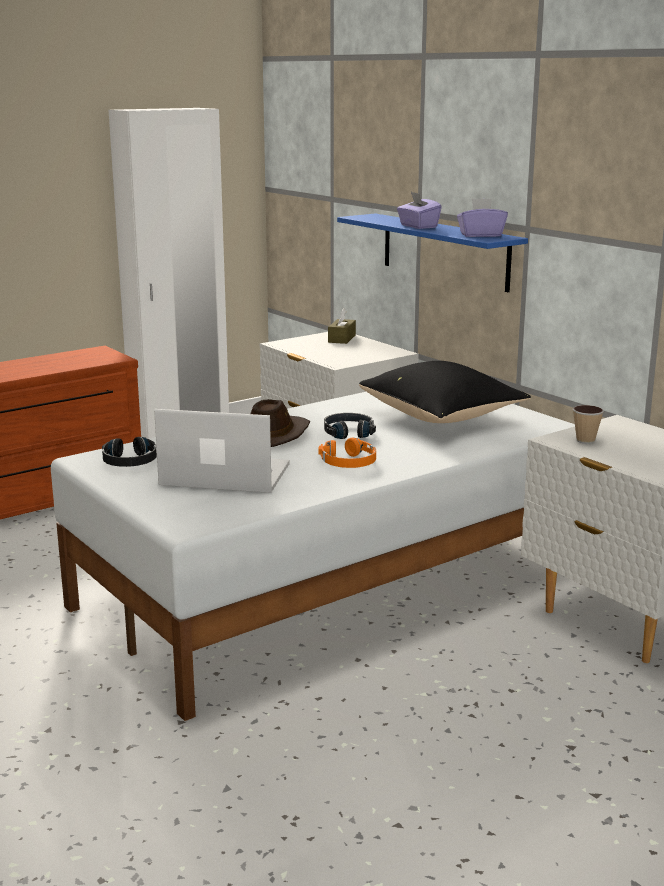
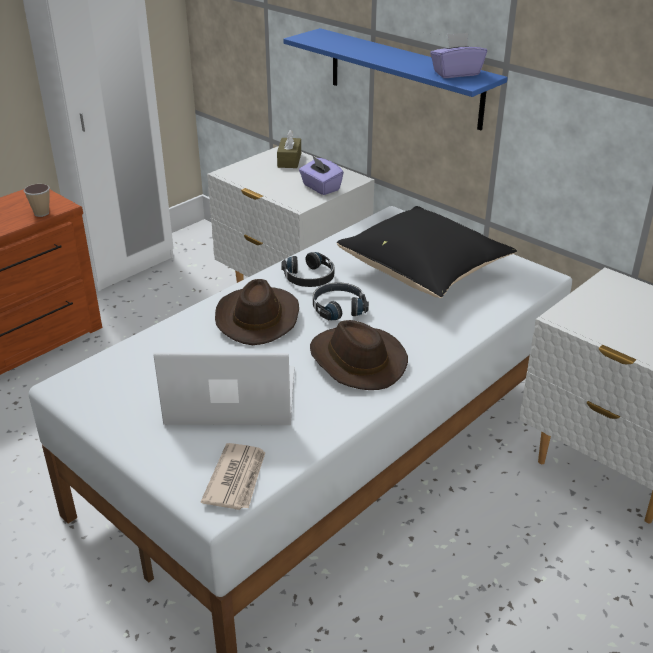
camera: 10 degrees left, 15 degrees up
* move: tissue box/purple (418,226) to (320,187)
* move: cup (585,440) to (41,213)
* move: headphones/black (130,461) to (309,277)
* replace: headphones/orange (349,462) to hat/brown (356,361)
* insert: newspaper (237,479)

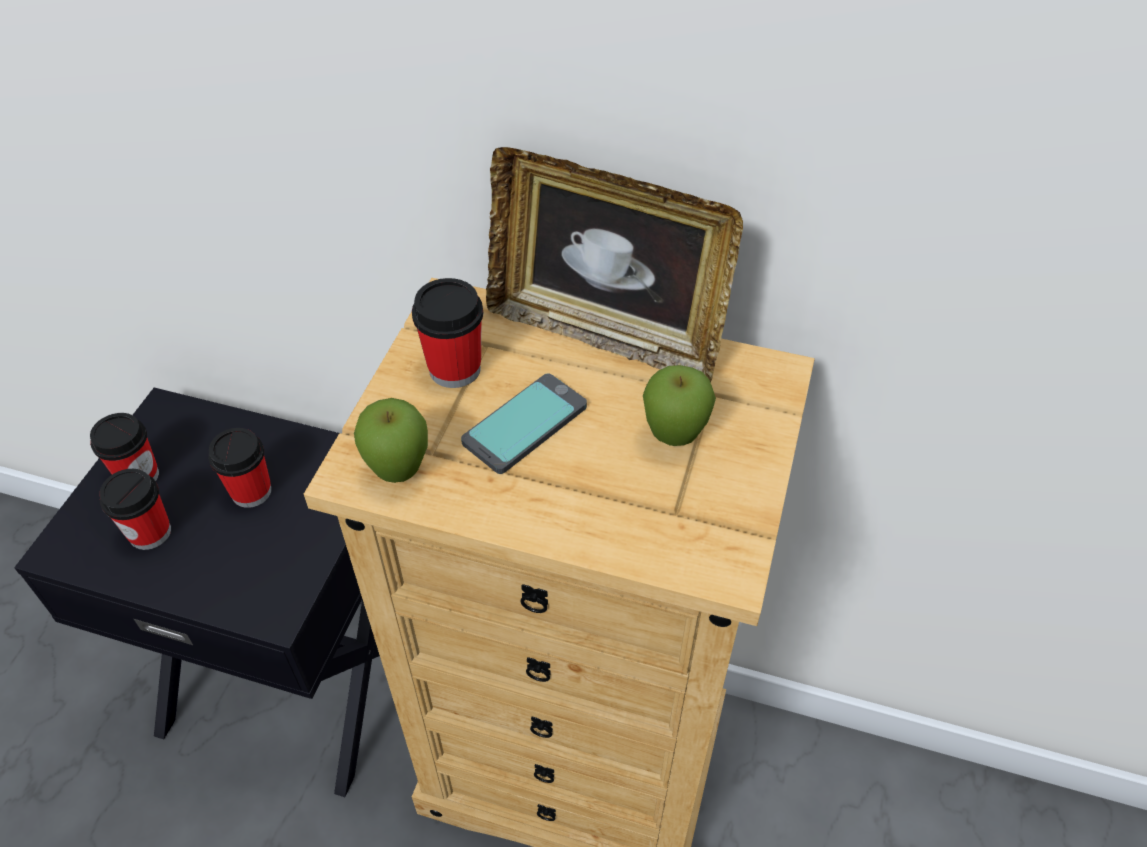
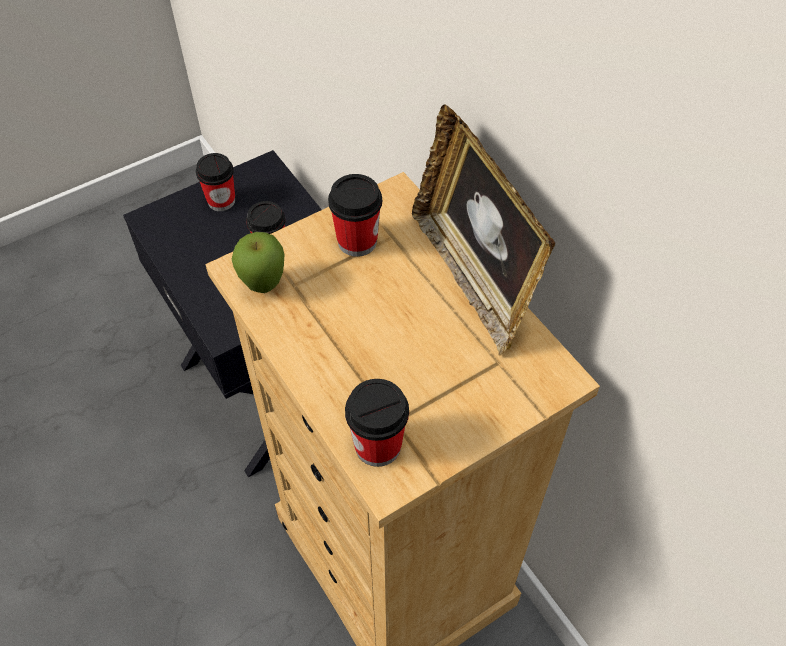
camera: 40 degrees right, 5 degrees up
* delete: apple (674,439)
* delete: phone (524,424)
* move: cup (150,532) to (378,445)

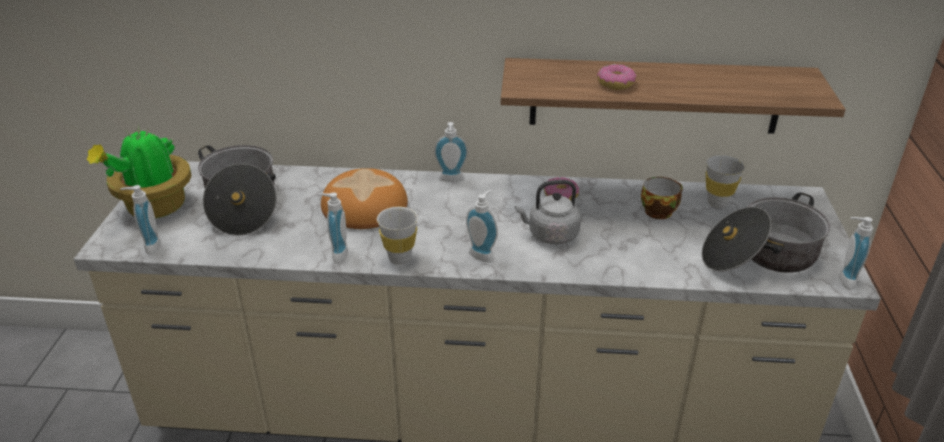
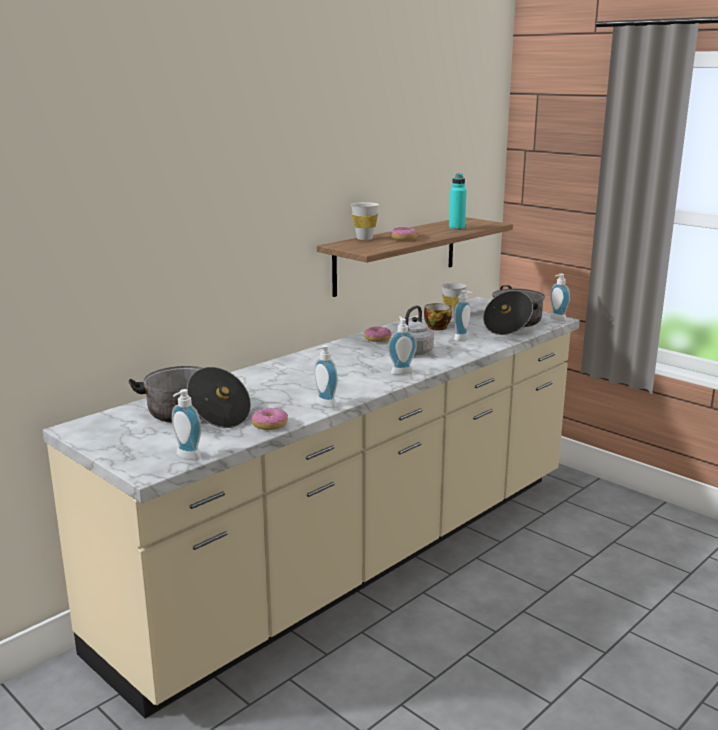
camera: 50 degrees left, 15 degrees down
* move: soap dispenser (451,180) to (463,339)
* delete: potted plant (154,207)
* delete: bread (363,206)
* move: cup/white (399,258) to (364,239)
* insert: bottle/turquoise (456,228)
* insert: donut (270,425)

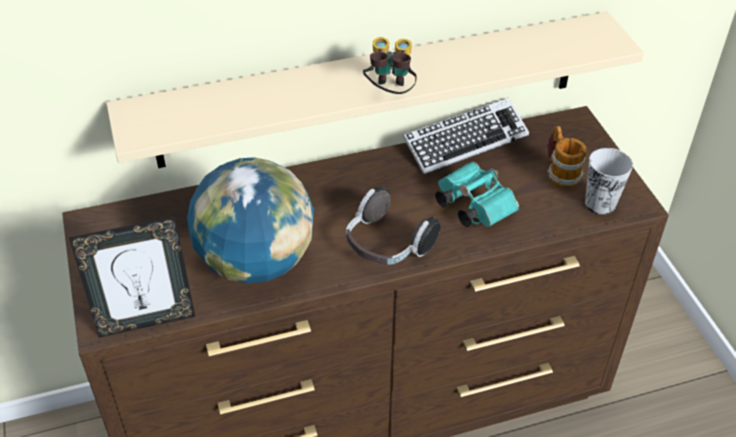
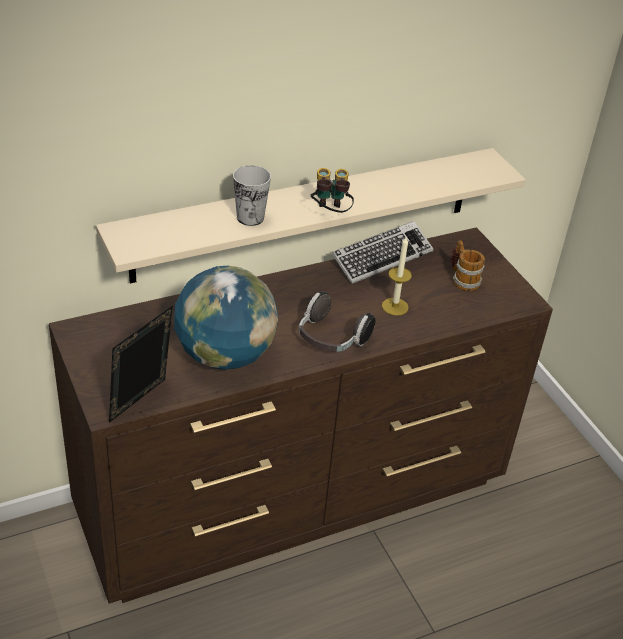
camera: 10 degrees left, 5 degrees down
* move: cup (600,204) to (250,218)
* replace: binoculars/turquoise (471,205) to candle (395,306)
* rotate: picture frame (146,320) = (142,403) 150 degrees clockwise

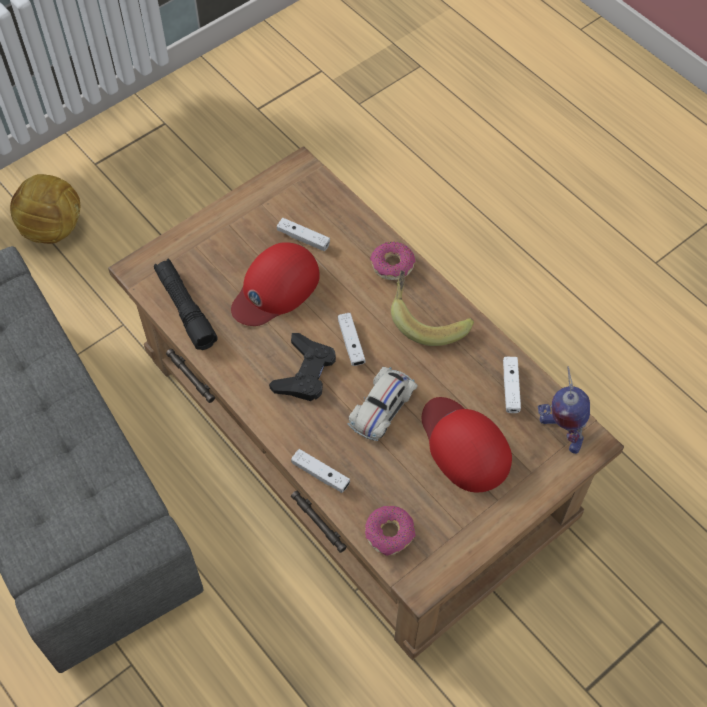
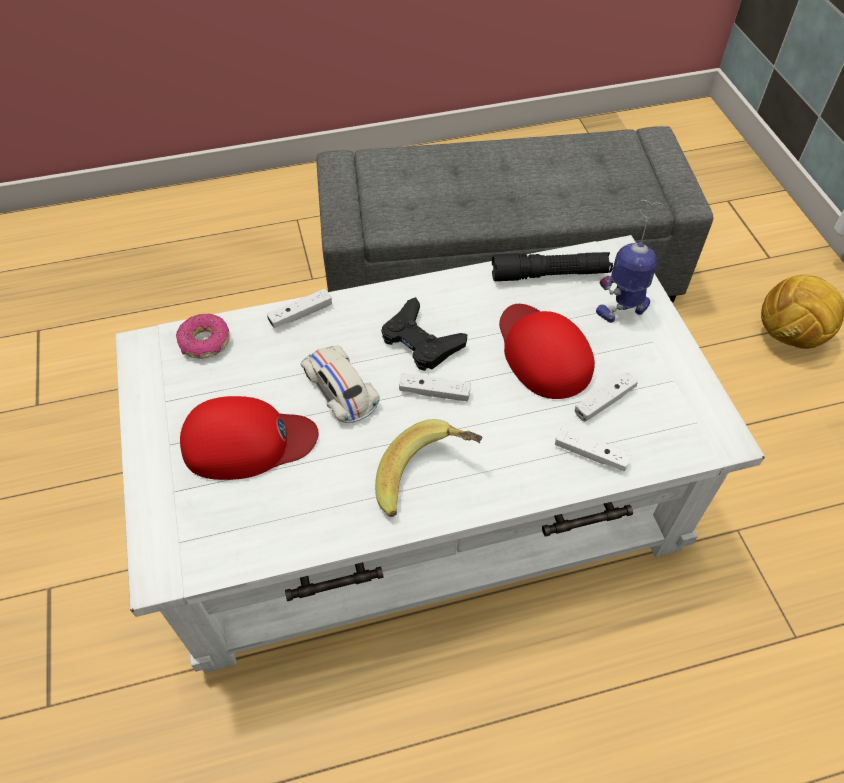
camera: 115 degrees right, 5 degrees down
* recolor: coffee table/brown (355,440) to coffee table/white (420,502)
* delete: donut (392,265)
* move: game controller/white (510,388) to (590,454)
* move: toy robot (560,432) to (624,309)

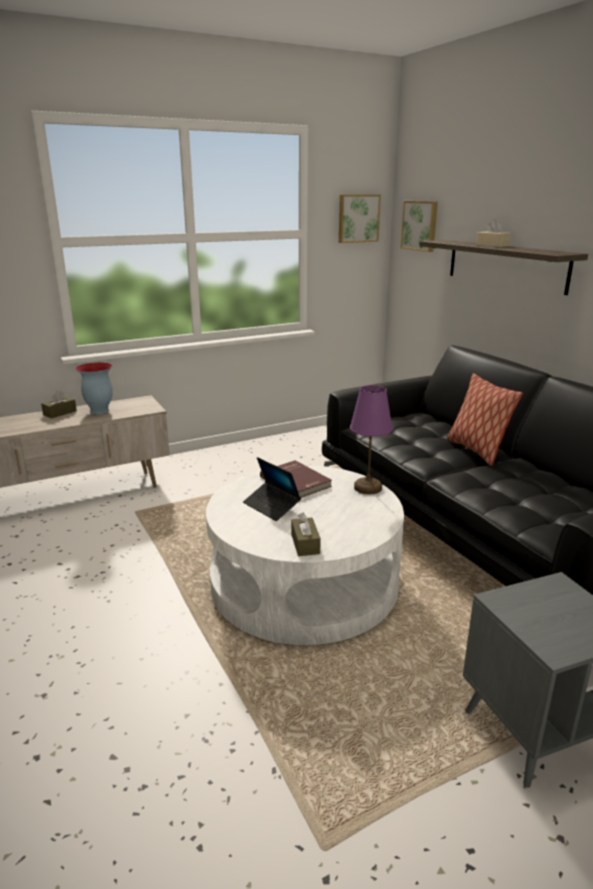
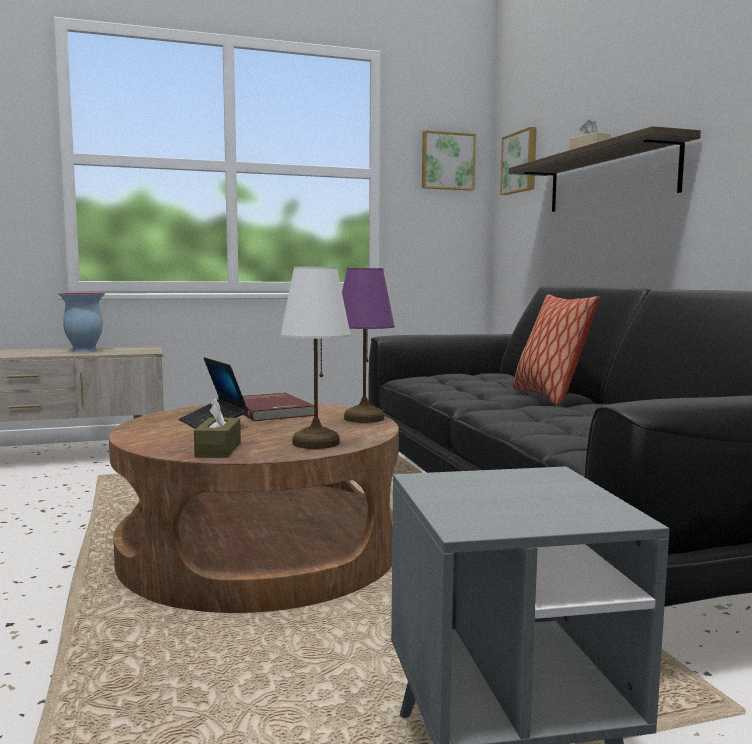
camera: 10 degrees right, 15 degrees down
* delete: tissue box/brown (60,413)
* recolor: coffee table/white (304,581) to coffee table/brown (260,550)
* insert: table lamp/white (316,443)

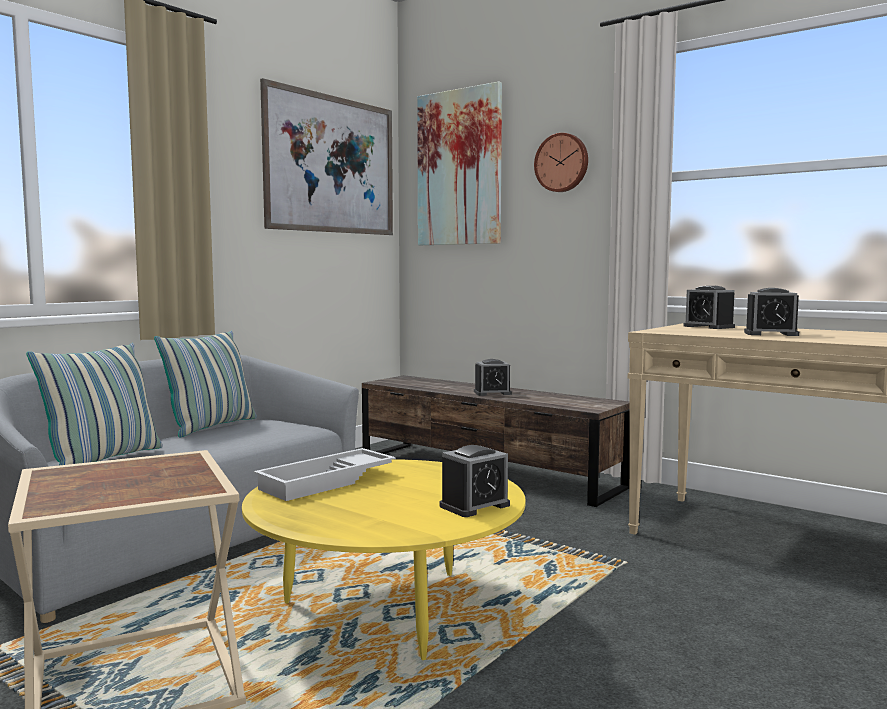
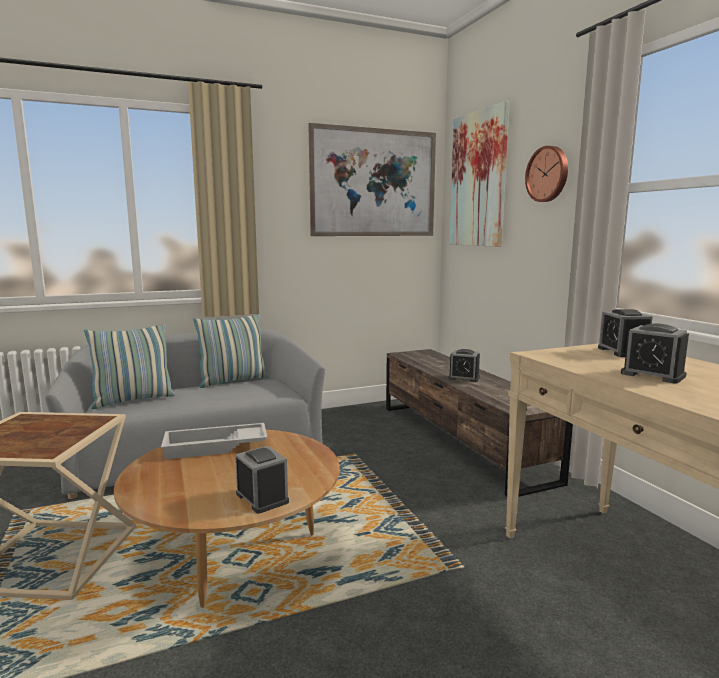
camera: 30 degrees right, 5 degrees up
* rotate: alarm clock (474,506) = (262,498) 120 degrees counterclockwise
* recolor: coffee table/yellow (386,610) to coffee table/brown (236,553)

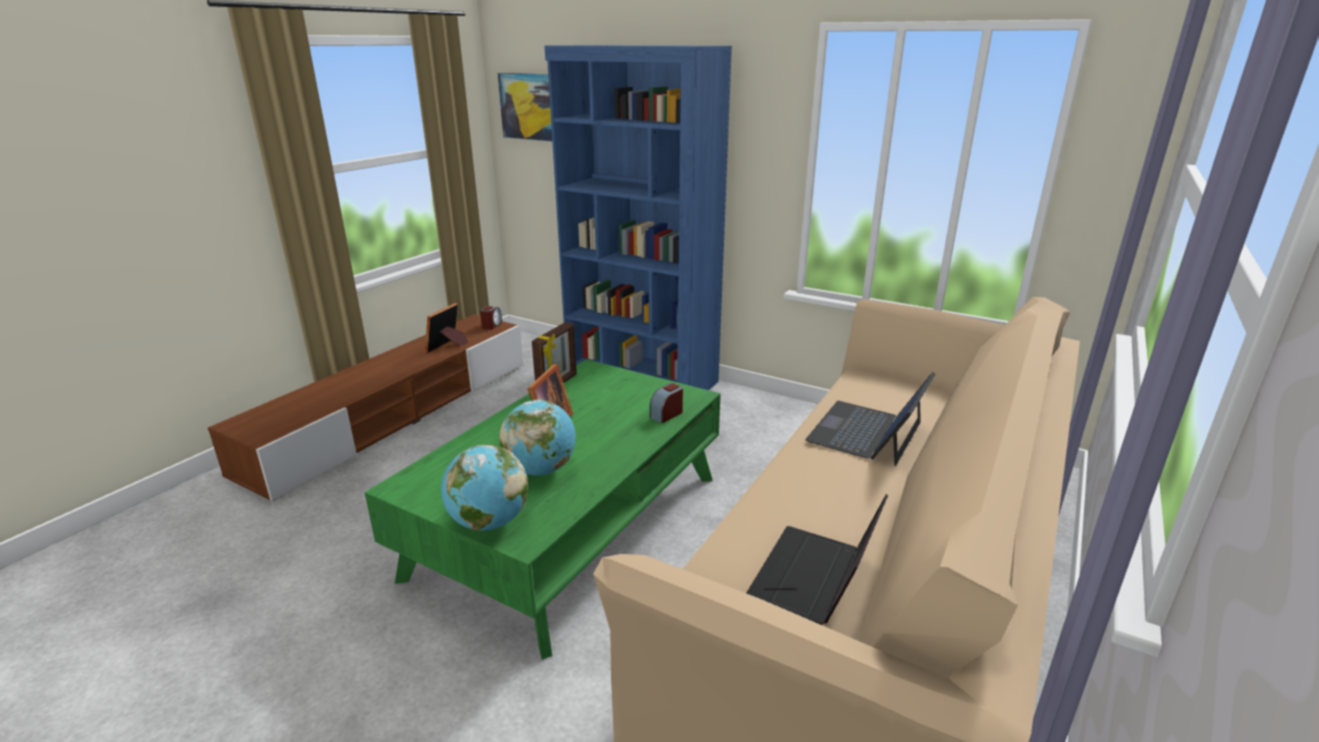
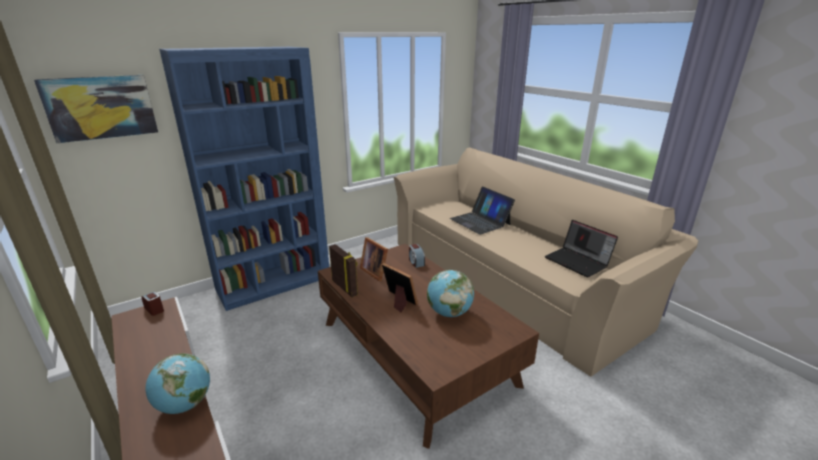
camera: 65 degrees left, 0 degrees up
* move: picture frame (448,346) to (375,271)
* recolor: coffee table/green (569,525) to coffee table/brown (415,352)
* move: globe (488,522) to (185,404)

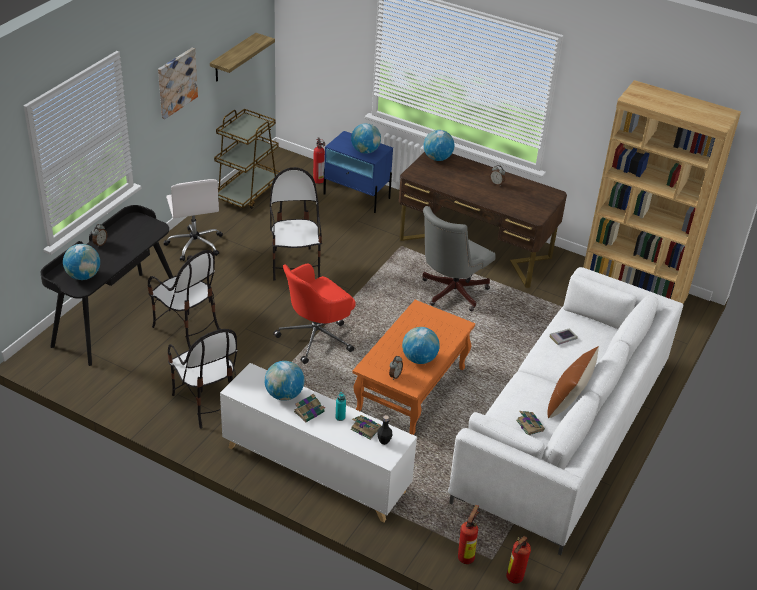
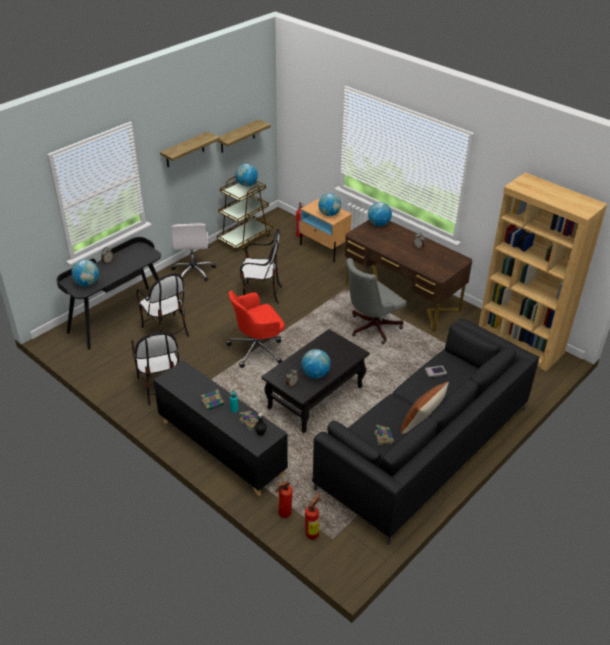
camera: 15 degrees right, 0 degrees up
* replace: picture (176,82) to shelf (185,150)
* recolor: nightstand/blue (357,196) to nightstand/beige (324,248)
* rotate: chair (295,265) = (260,294) 90 degrees clockwise
* recolor: sofa/white (563,431) to sofa/black (424,447)
* recolor: coffee table/orange (411,390) to coffee table/black (315,398)
* move: globe (284,394) to (246,184)
* recolor: cabinet/white (315,469) to cabinet/black (221,448)
* move: fire extinguisher (513,579) to (283,514)

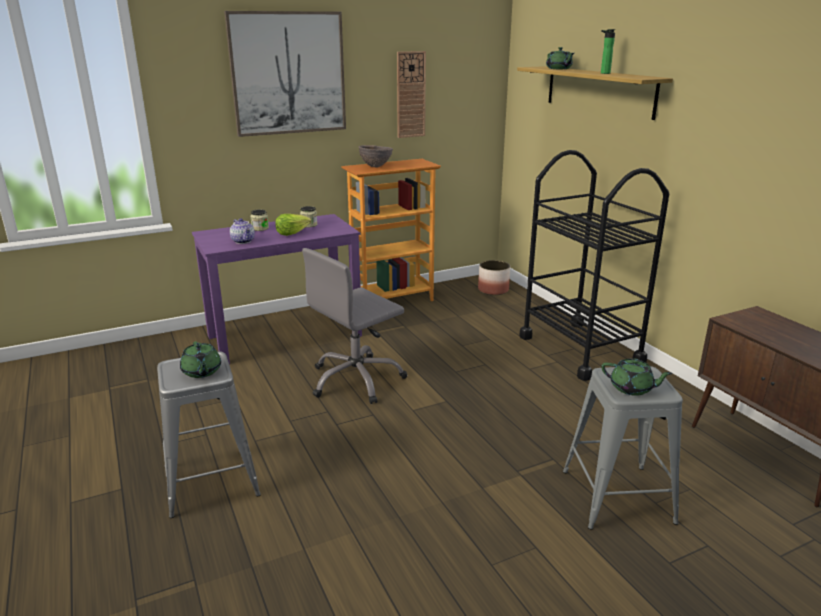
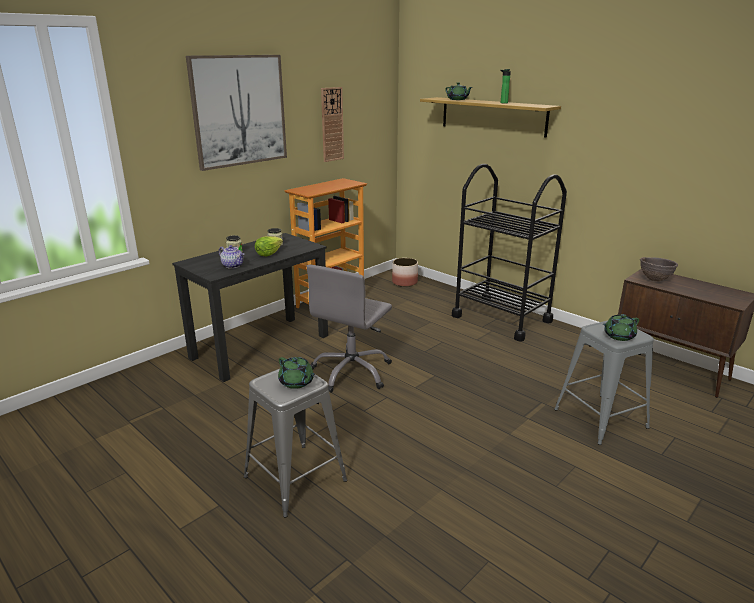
camera: 20 degrees left, 0 degrees up
* move: bowl/brown (375,167) to (655,280)
* recolor: desk/purple (285,336) to desk/black (261,346)
* rotate: teapot/green (632,388) = (618,336) 150 degrees clockwise

